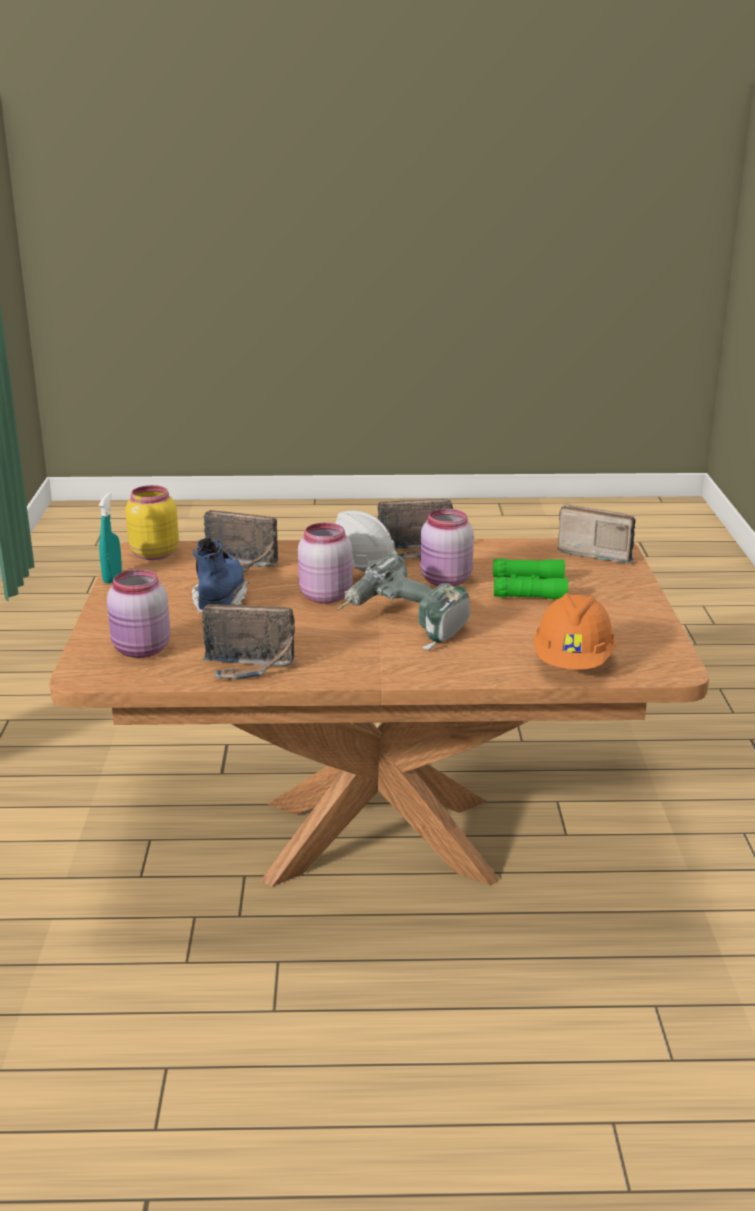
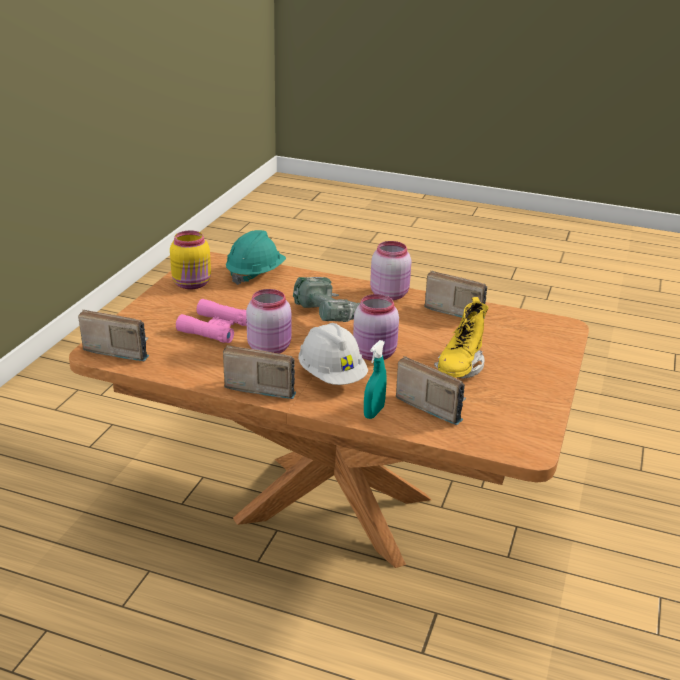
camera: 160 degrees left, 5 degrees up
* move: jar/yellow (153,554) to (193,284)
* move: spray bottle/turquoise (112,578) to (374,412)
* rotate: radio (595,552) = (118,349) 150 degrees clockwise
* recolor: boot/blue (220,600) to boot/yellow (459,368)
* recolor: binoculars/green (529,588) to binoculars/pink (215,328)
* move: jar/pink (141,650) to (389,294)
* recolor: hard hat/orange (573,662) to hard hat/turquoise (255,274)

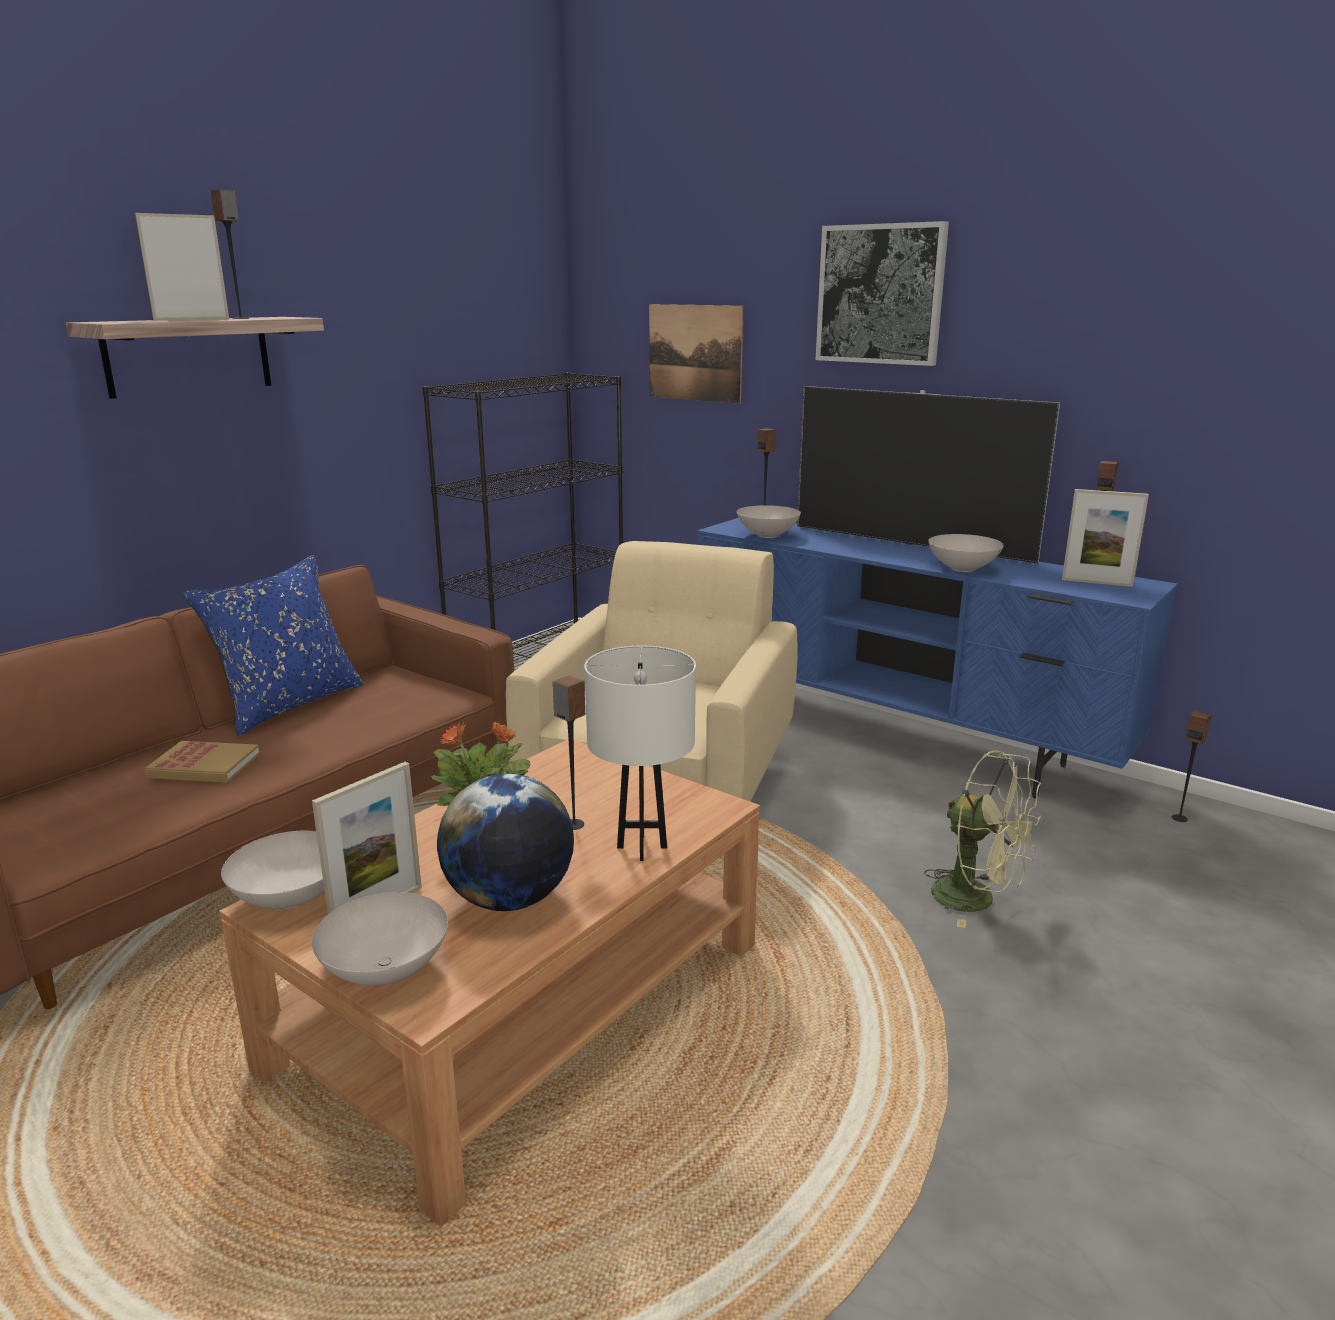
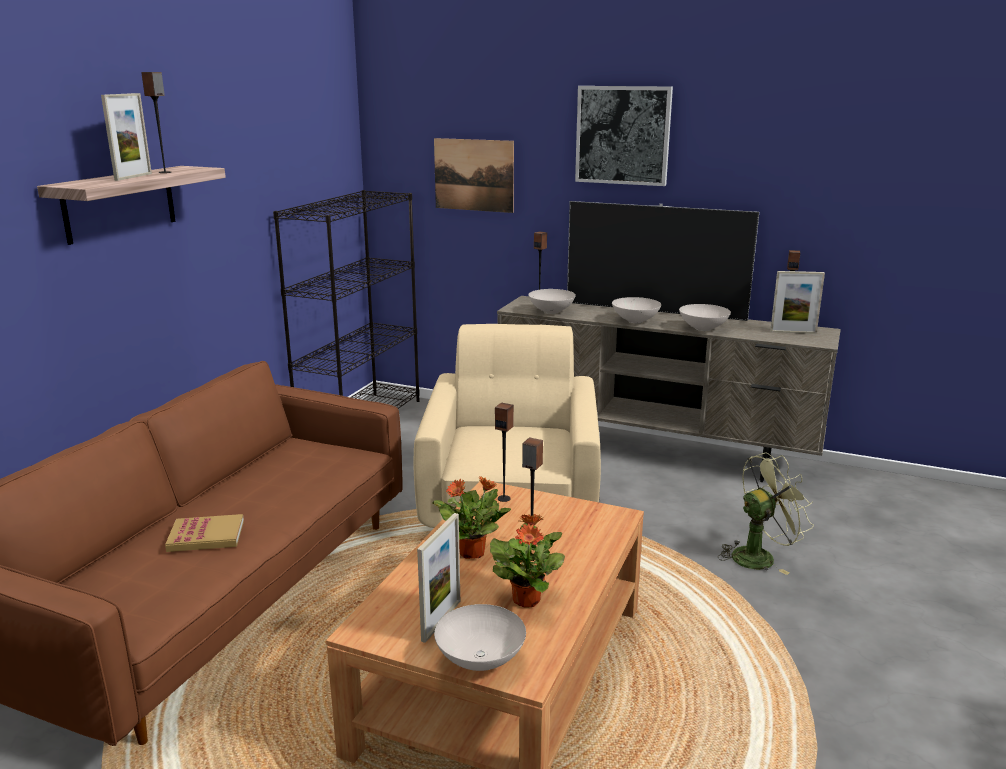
camera: 15 degrees left, 0 degrees up
* rotate: picture frame (192,319) = (133,177) 150 degrees clockwise
* recolor: tv stand/blue (899,739) to tv stand/beige (655,451)
* delete: pillow/blue (288,705)
* delete: table lamp/white (641,847)
* move: speaker (1179,818) to (504,498)
* rotate: fan/green (977,900) = (759,556) 45 degrees counterclockwise
* replace: globe (509,899) to potted plant (527,599)
* move: bowl/white (292,898) to (636,321)

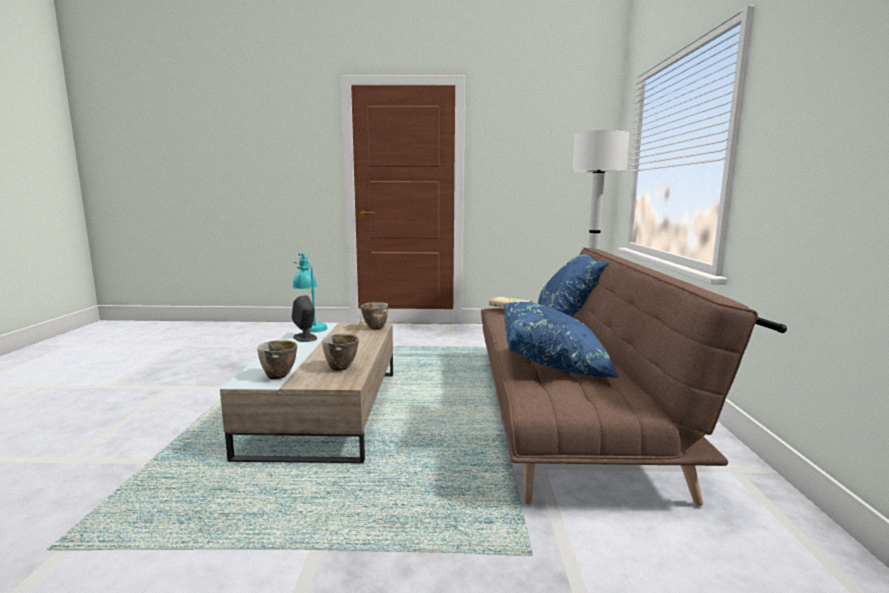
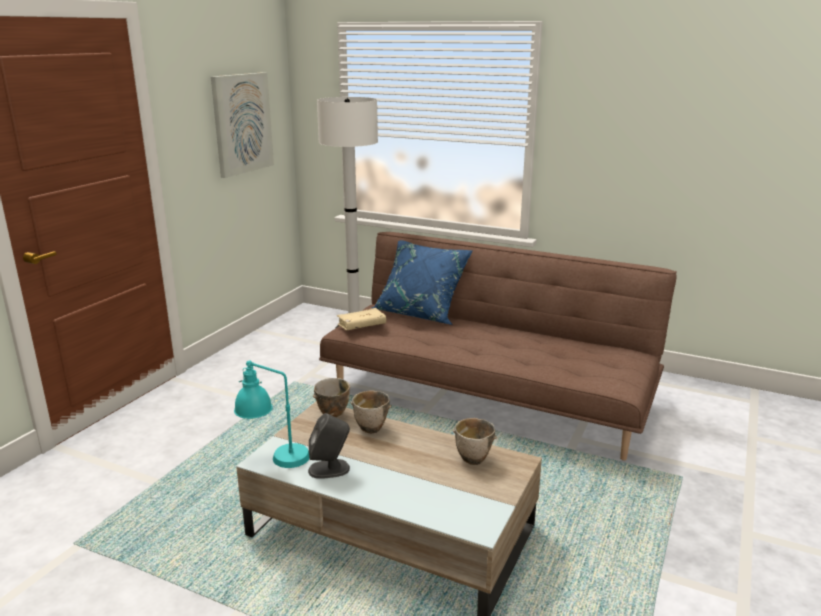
camera: 65 degrees left, 10 degrees up
* delete: pillow/blue (554,363)
* move: bowl (278,377) to (372,429)
* insert: picture (242,123)

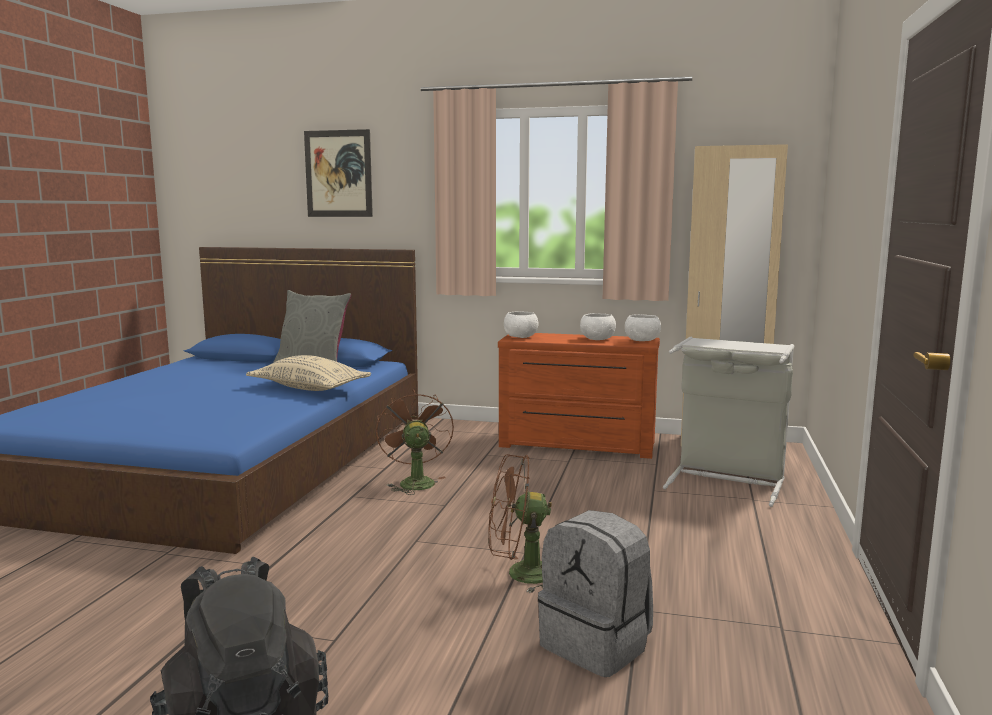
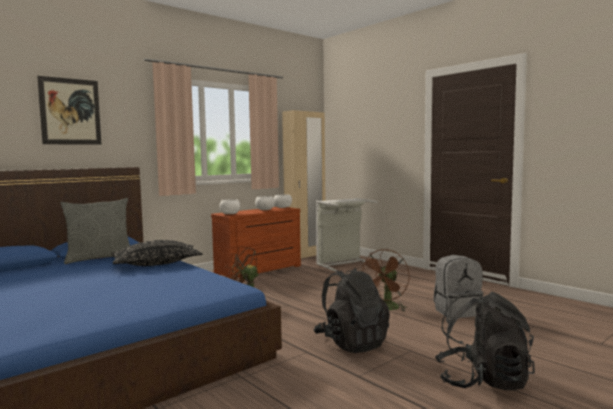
camera: 55 degrees left, 5 degrees down
* recolor: pillow/beige (309,388) to pillow/black (157,264)
* insert: backpack/black (351,343)

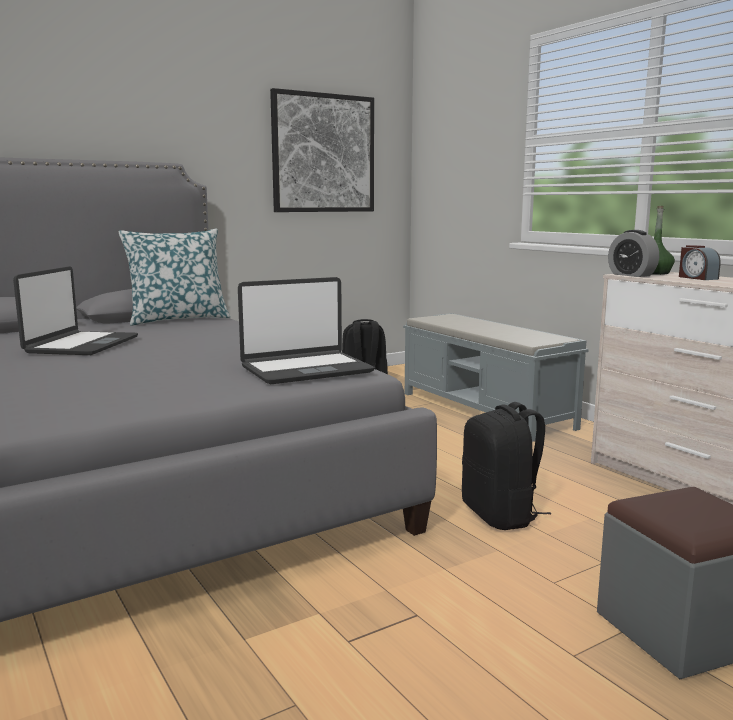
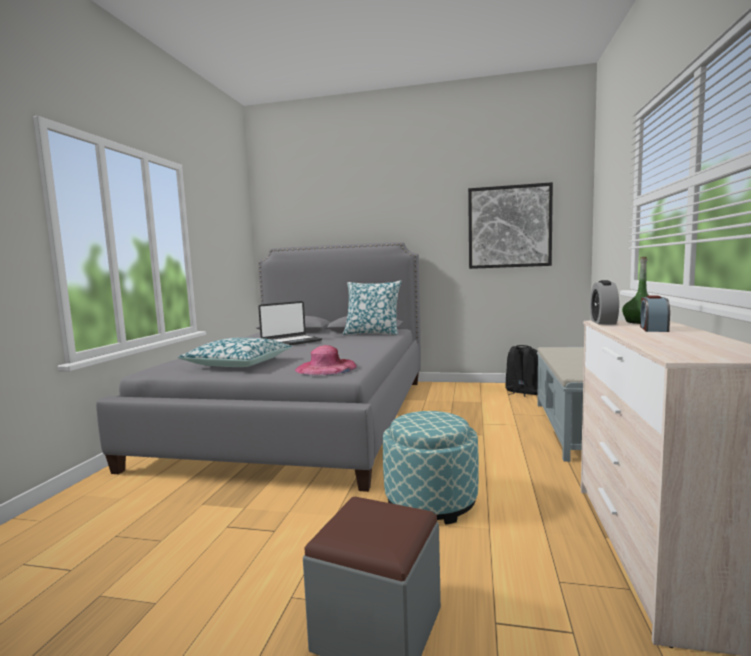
camera: 45 degrees right, 5 degrees down
* replace: laptop (306,369) to hat/pink (326,367)
* replace: backpack/black (501,516) to ottoman (431,501)
* insert: pillow (238,364)

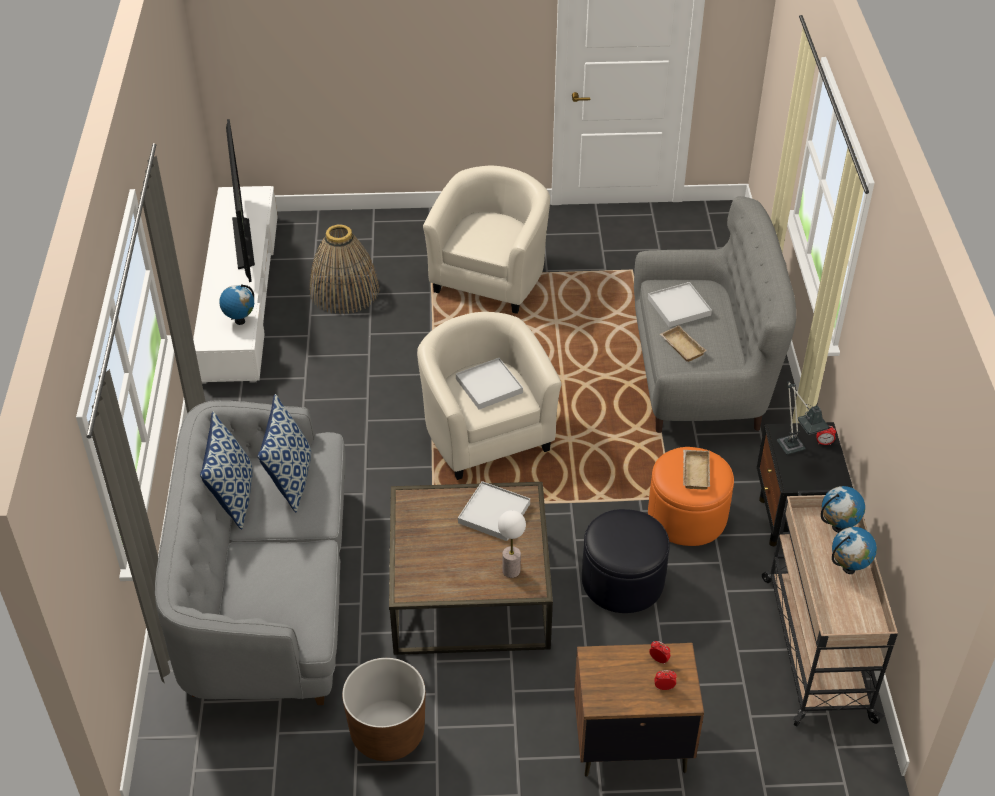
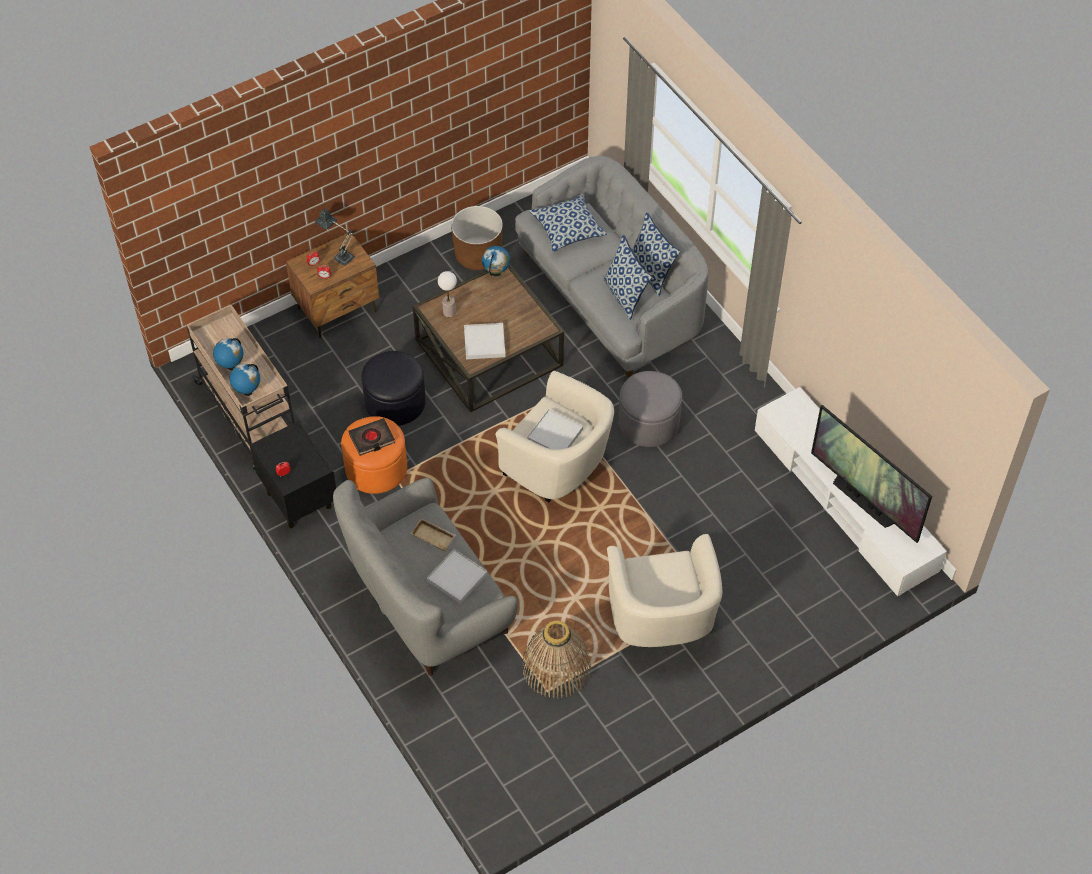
camera: 150 degrees right, 10 degrees up
* move: basket (344,291) to (556,667)
* move: globe (240,321) to (496,273)
* move: table lamp (794,450) to (340,256)
* replace: tray/beige (694,472) to book/black (372,439)
* insert: pillow (567,229)
* insert: ottoman/grey (649,422)

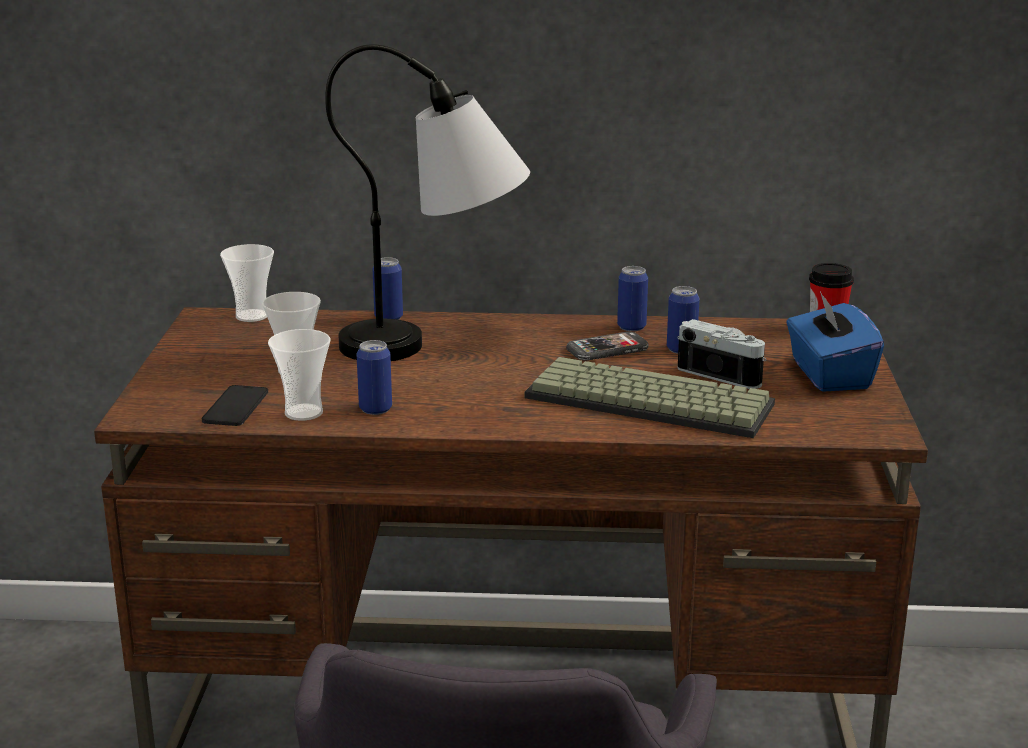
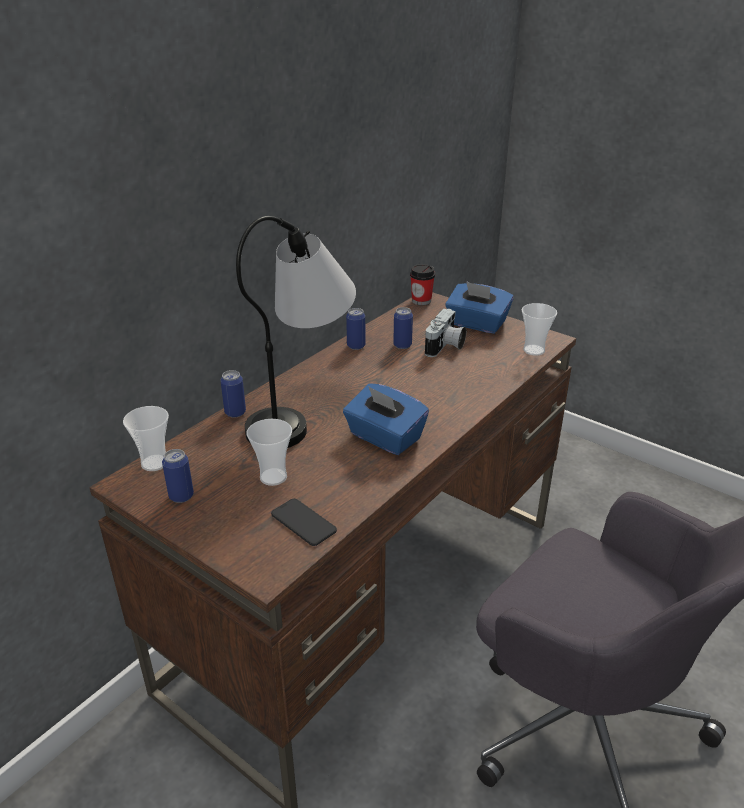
camera: 55 degrees left, 10 degrees up
* rotate: photo camera (725,373) = (445,347) 135 degrees clockwise
* move: cup (303,413) to (534,350)
* delete: phone (607,349)
* move: can (375,409) to (181,496)
* delete: keyboard (645,402)
* insert: tissue box/blue (384,437)

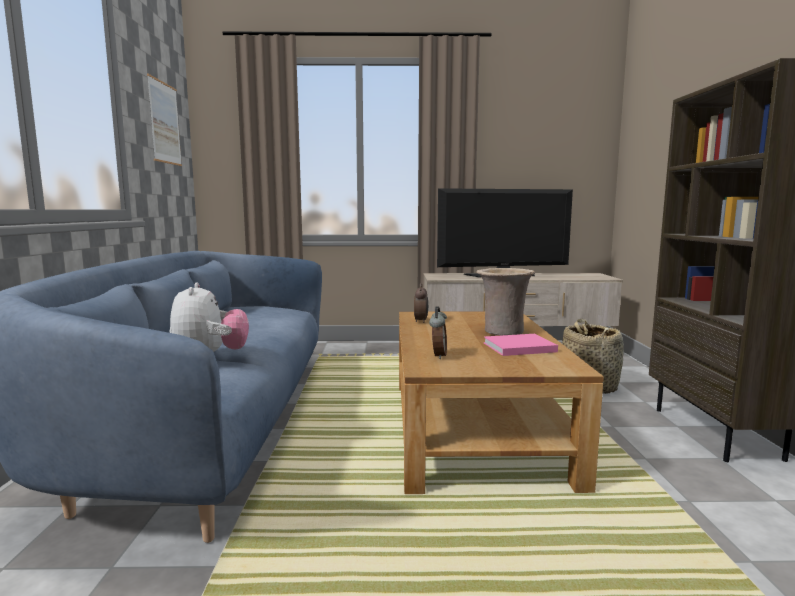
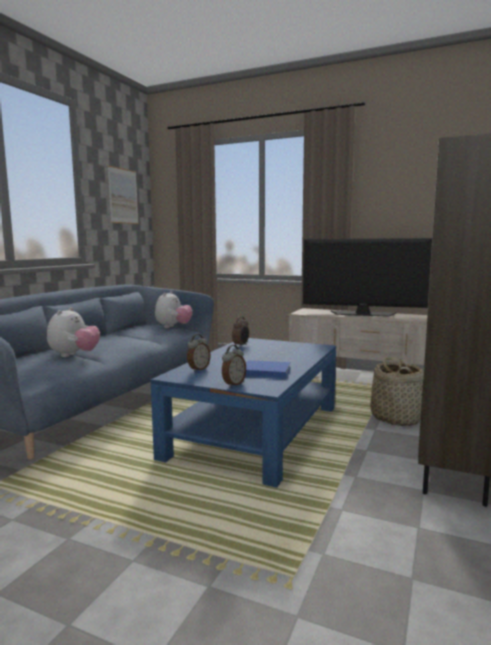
camera: 25 degrees right, 0 degrees up
* delete: vase/beige (502,332)
* recolor: coffee table/brown (474,427) to coffee table/blue (256,430)
* recolor: book/pink (517,347) to book/blue (264,371)
* insert: plush toy (173,327)
* insert: alarm clock (233,384)

